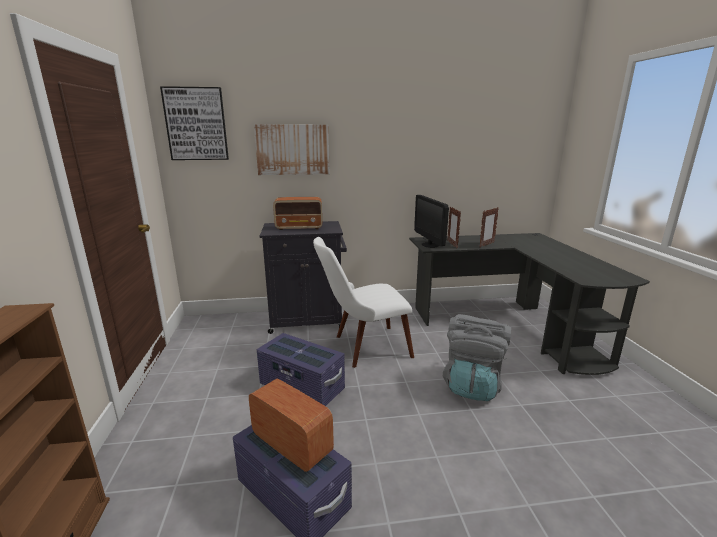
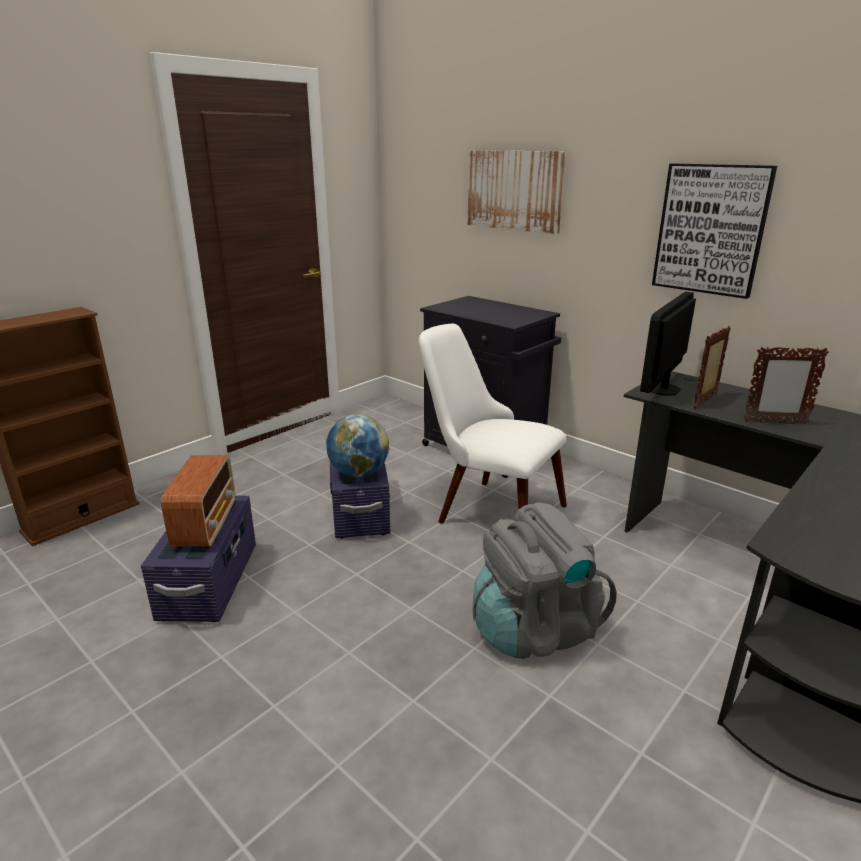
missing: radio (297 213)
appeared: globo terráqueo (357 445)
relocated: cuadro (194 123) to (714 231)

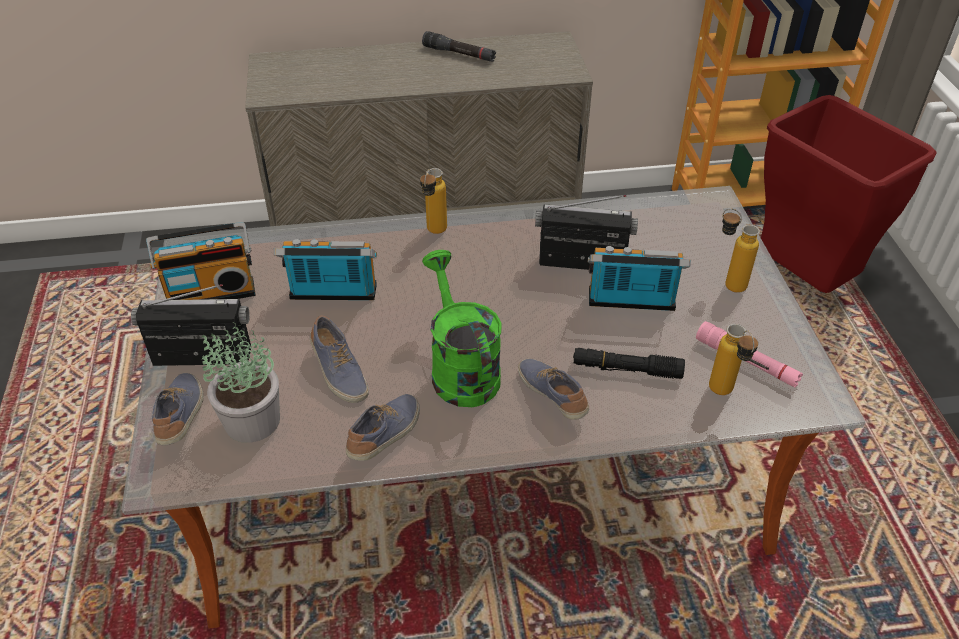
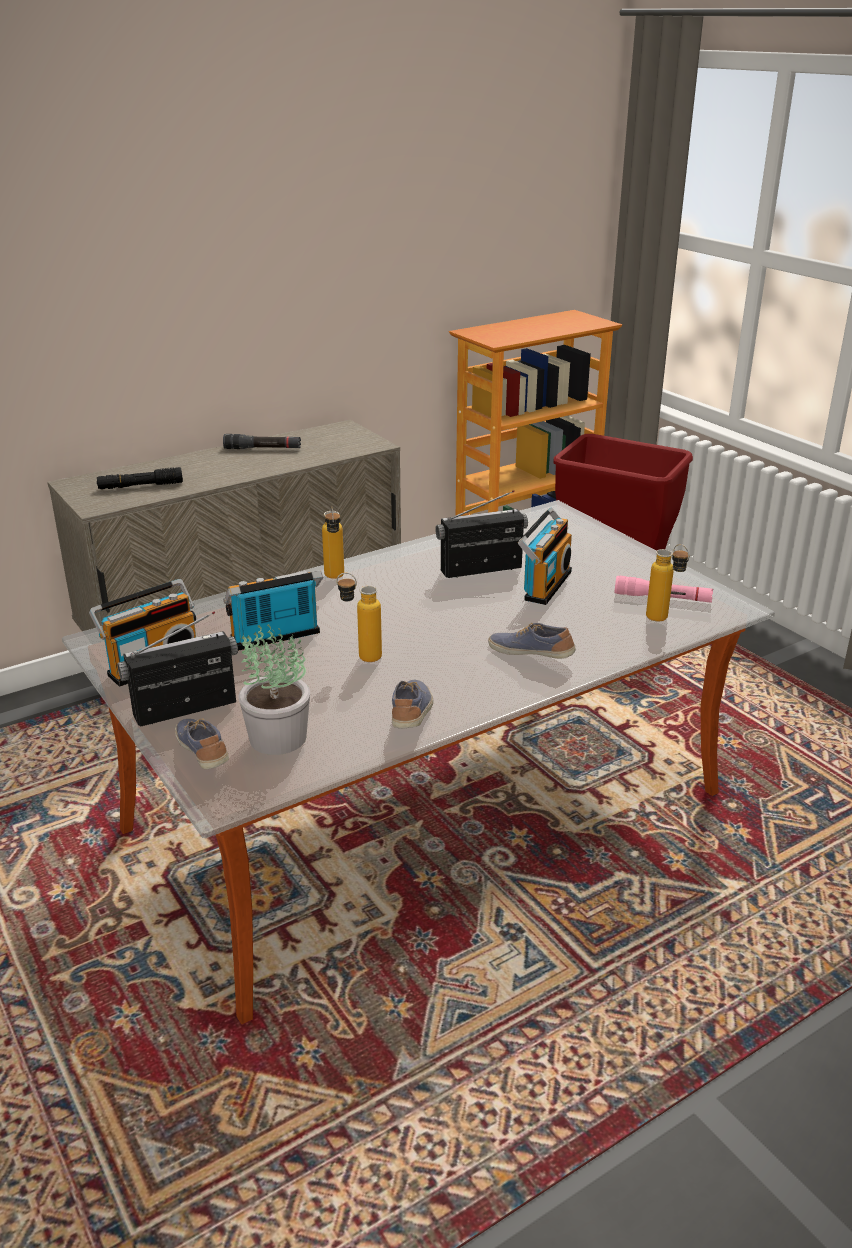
missing: zapato (339 359); regadera/verde (462 328)
relocated: linterna/negro (629 363) to (140 478); botella (741 251) to (359 617)
spun: radio (639 278) = (545 556) 135 degrees clockwise

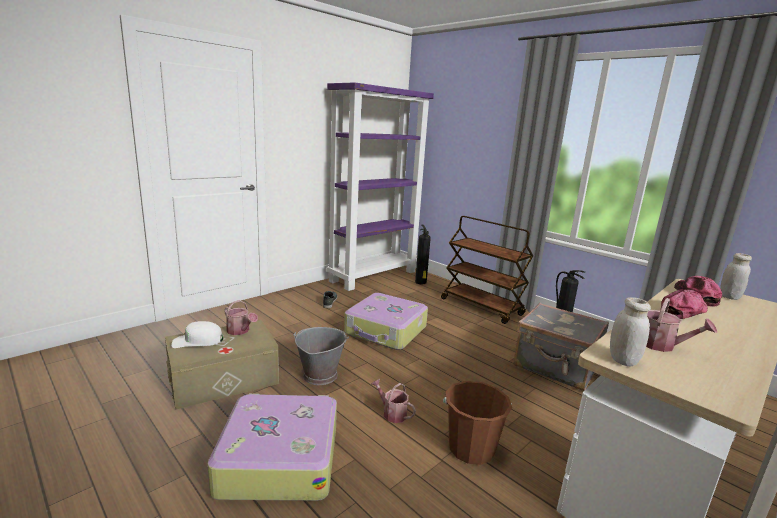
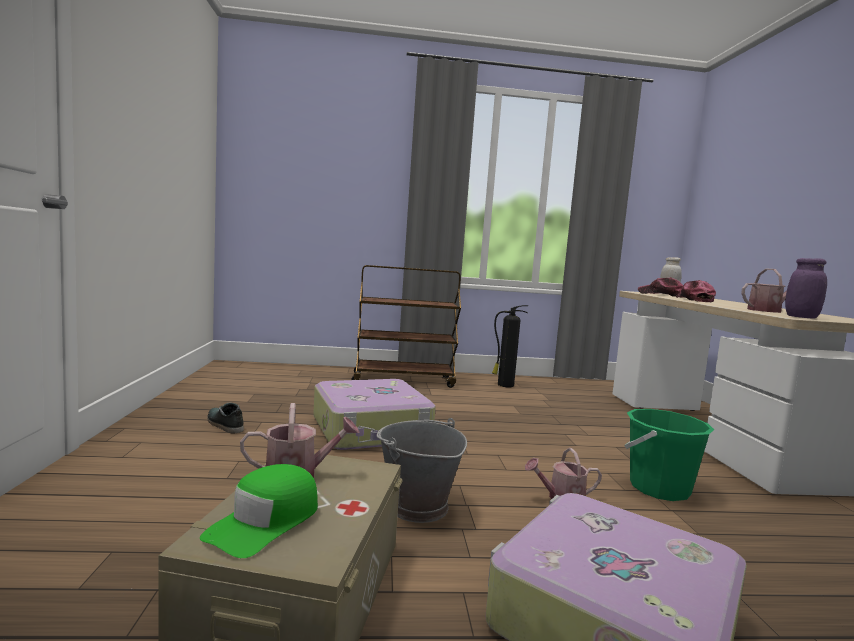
missing: estantería/morado (380 186); extintor (423 255); maleta/gris (561 347)
colour: gorra/blanco (197 334) to gorra/verde (259 511); cubo/marrón (477 423) to cubo/verde (669 455); tarro/blanco (630 332) to tarro/morado (806 288)

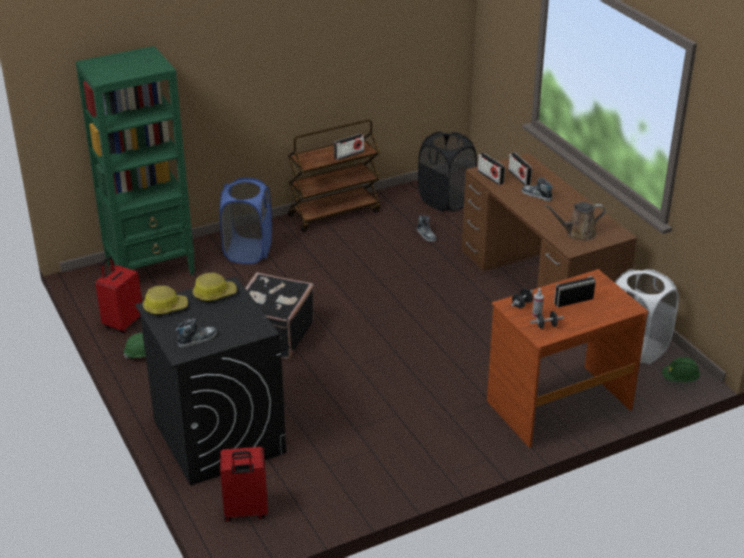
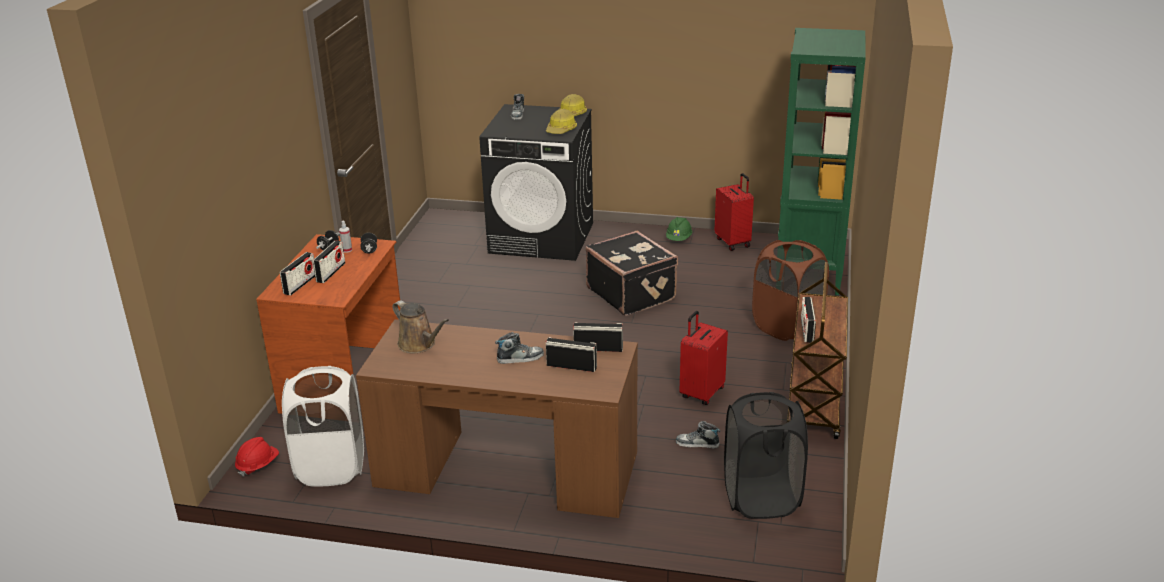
appeared: radio (297 273)
relocated: maleta/rojo (244 484) to (704 358)
colour: cesto de la ropa/azul (245 221) to cesto de la ropa/marrón (790 290); casco/verde (681 369) to casco/rojo (257 457)
spun: regadera/marrón (575 221) = (421 326) 105 degrees clockwise

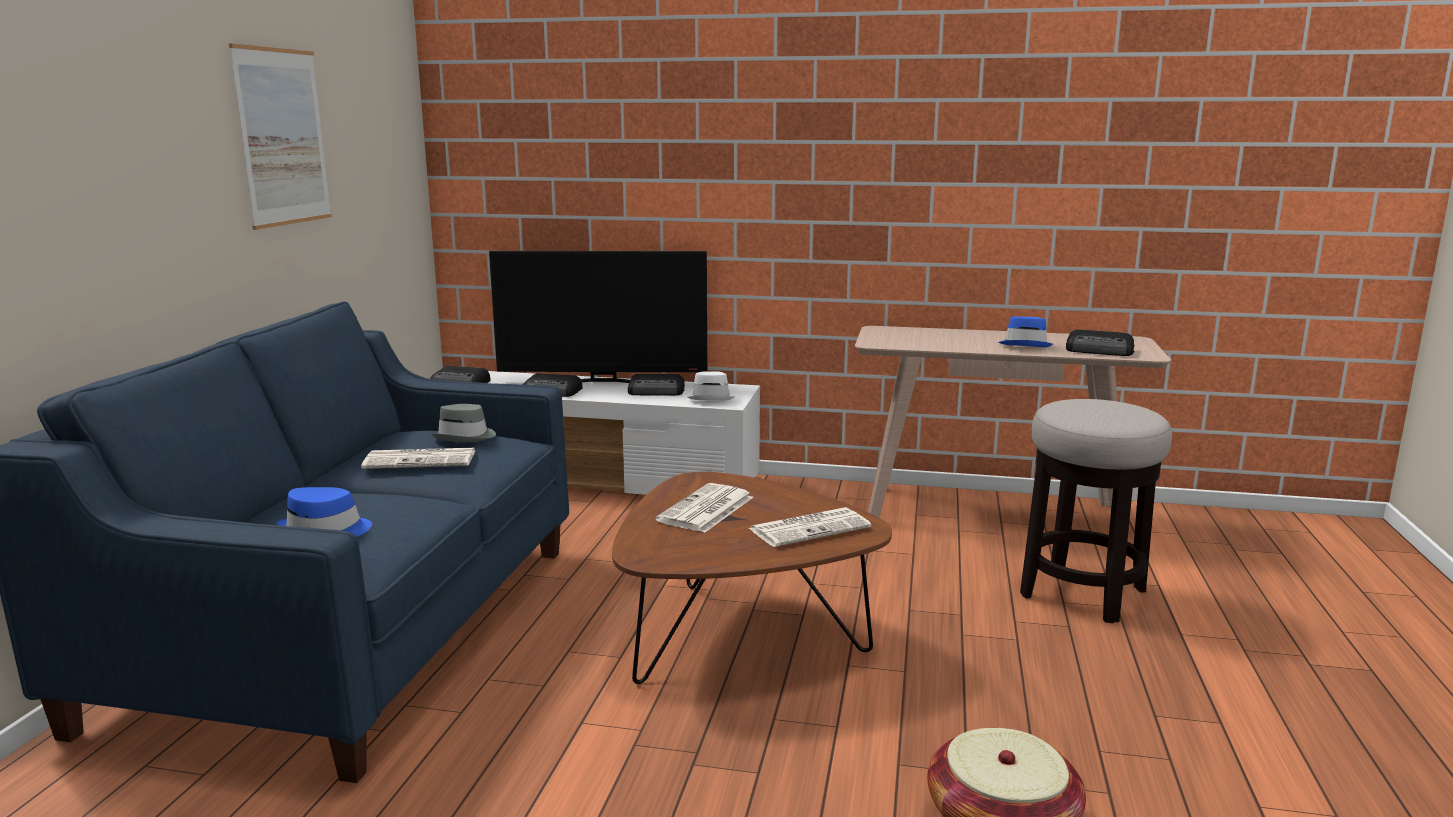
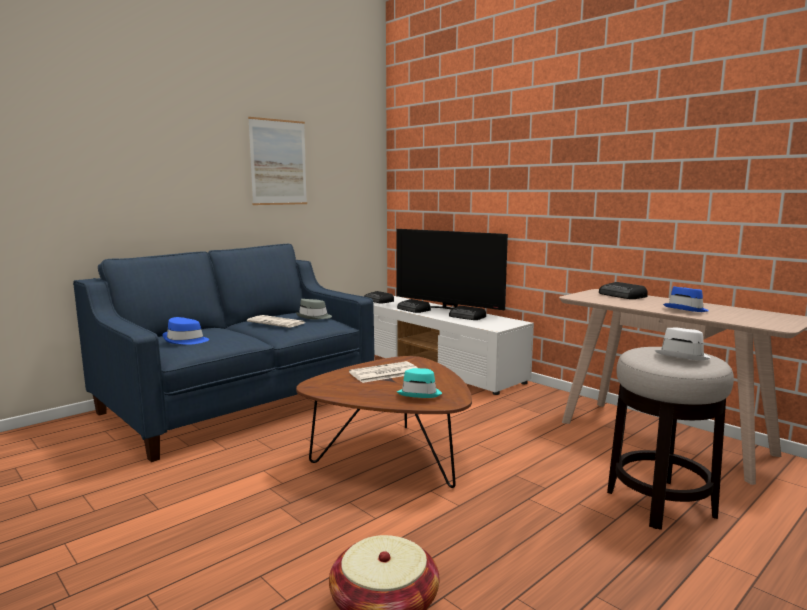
relocated: sombrero/blanco (711 386) to (682 344); radio (1100 343) to (623 290)
exchanged: periódico (810 527) to sombrero/turquesa (419 383)

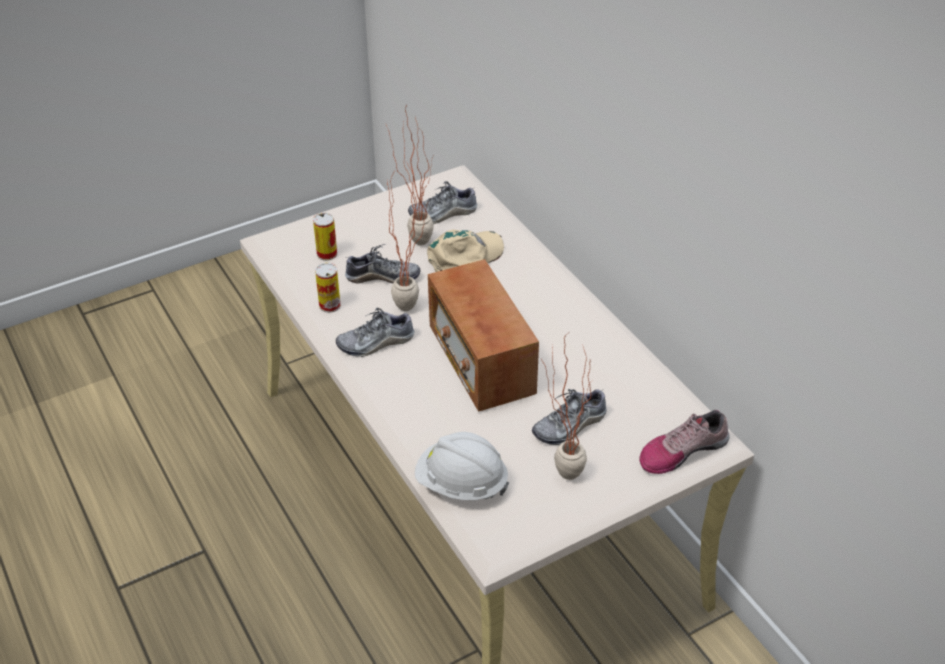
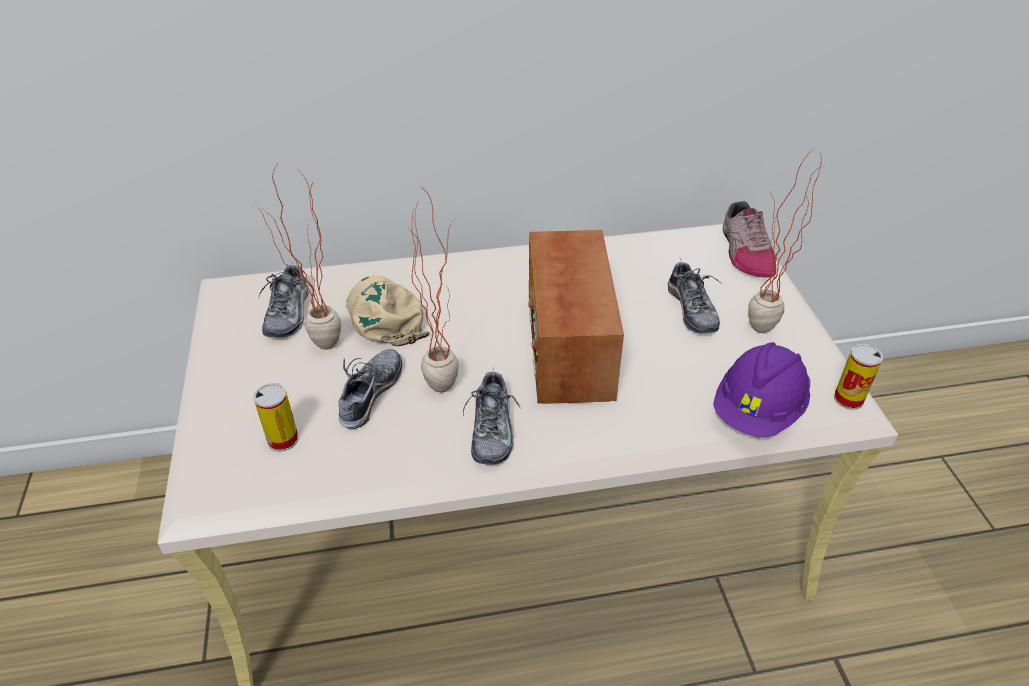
relocated: lata (328 288) to (858 377)
colour: casco/blanco (462 466) to casco/morado (761 389)
spun: radio (483 335) = (576 317) 90 degrees clockwise

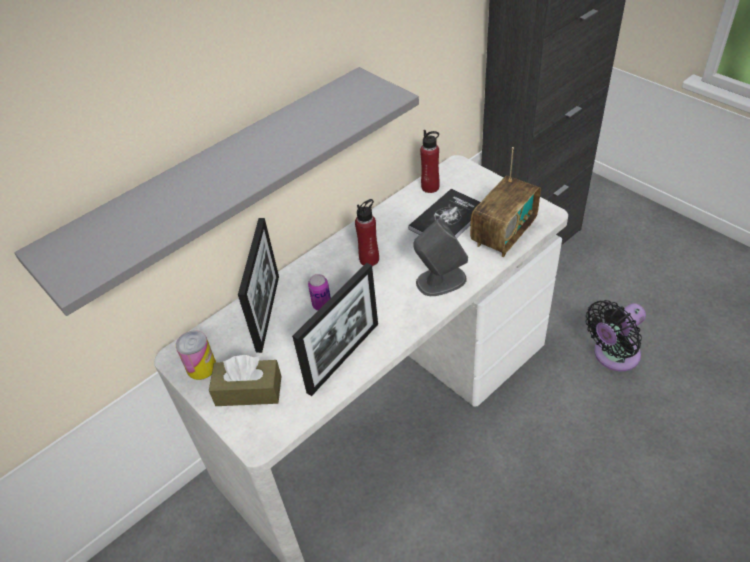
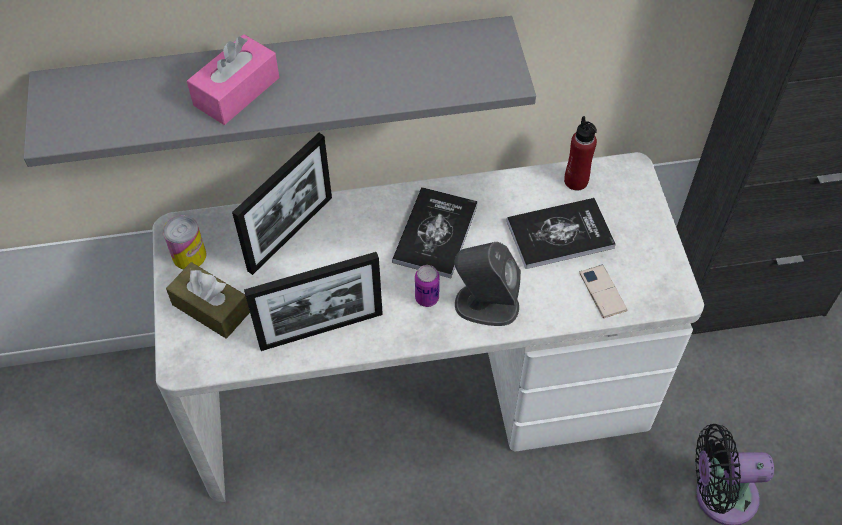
appeared: caja de pañuelos/rosa (233 79)
relocated: lata (319 292) to (427 286)
exchanged: botella/rojo (367 232) to libro (435 232); radio (505 202) to móvil (603 291)

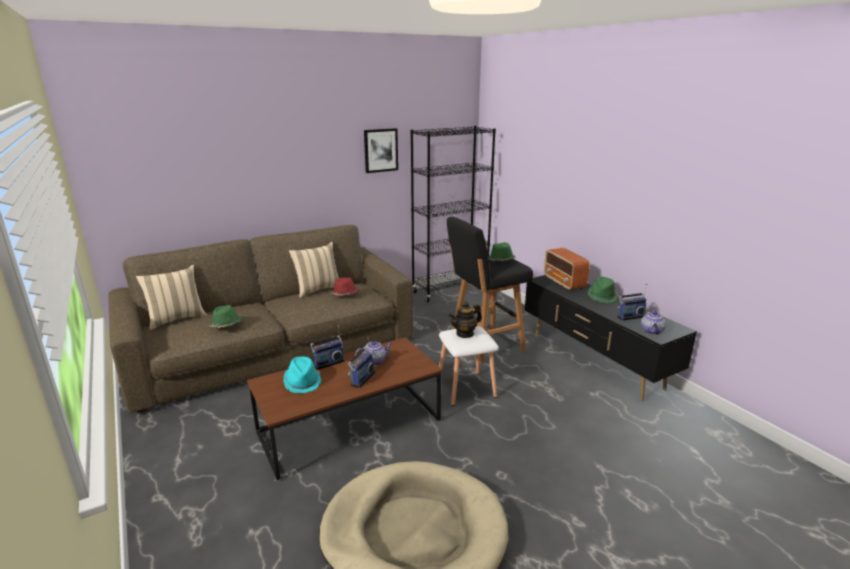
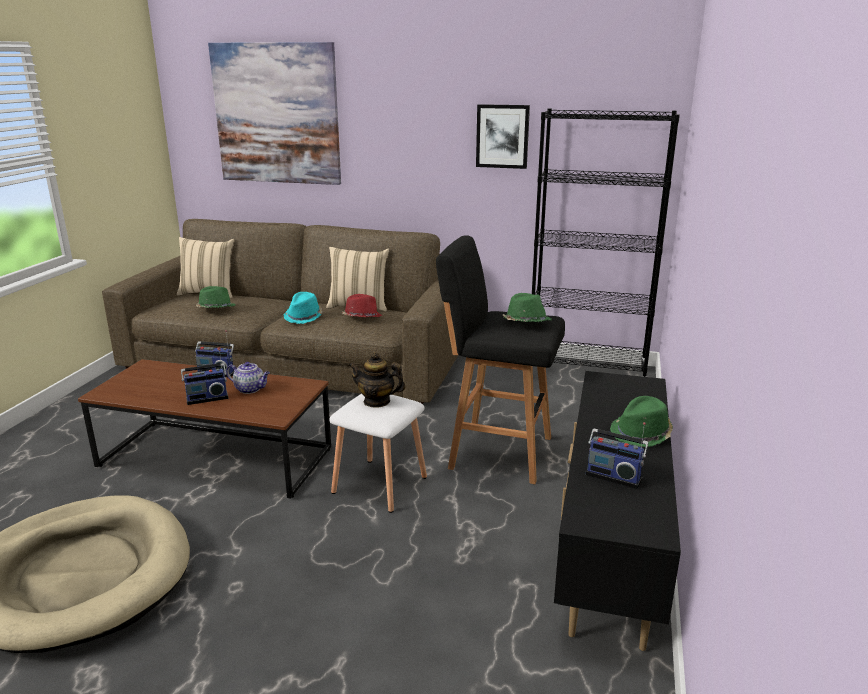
missing: radio (567 269); tetera (653 322)
appeared: cuadro (274 113)
relocated: sombrero/turquesa (302 374) to (303 308)

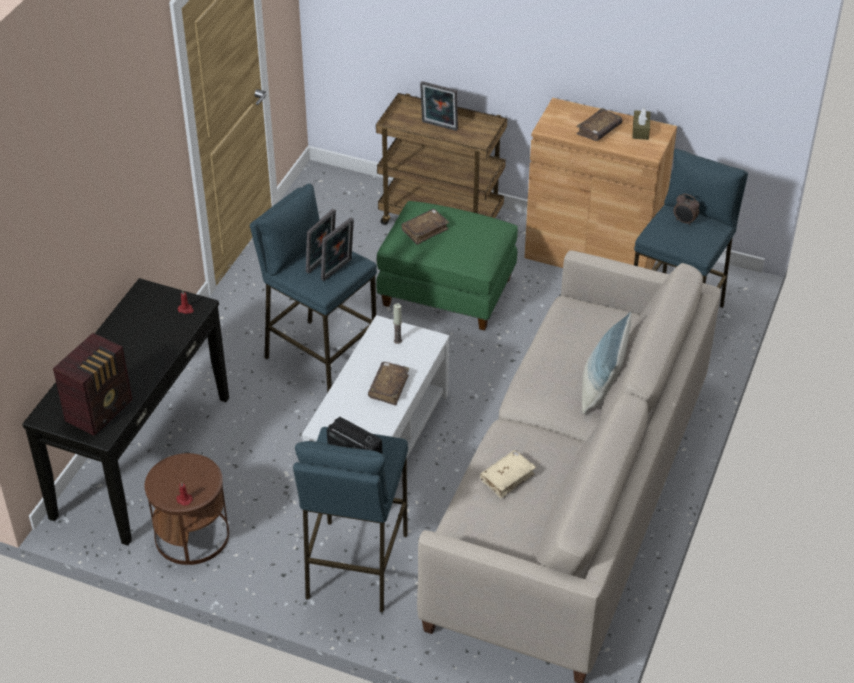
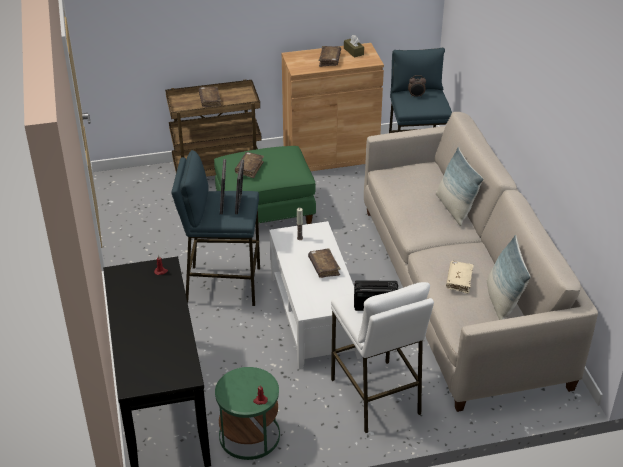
missing: radio (92 384)
appeared: cojín (509 277)
exchanged: portarretratos (439 106) to libro/marrón (210 97)
colour: mesa auxiliar/marrón (187 509) to mesa auxiliar/verde (247 413); taburete/azul (350 519) to taburete/blanco (382 357)

